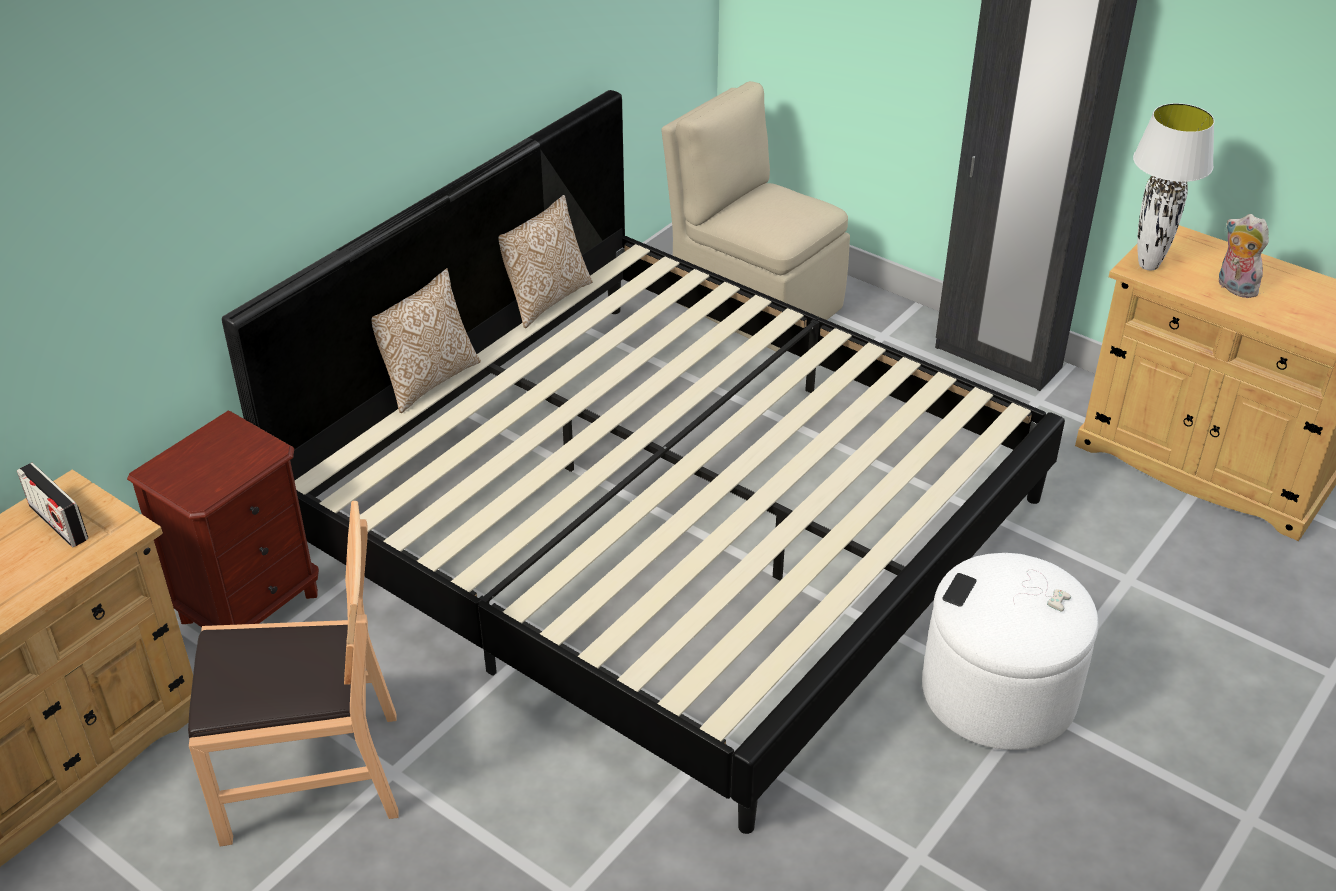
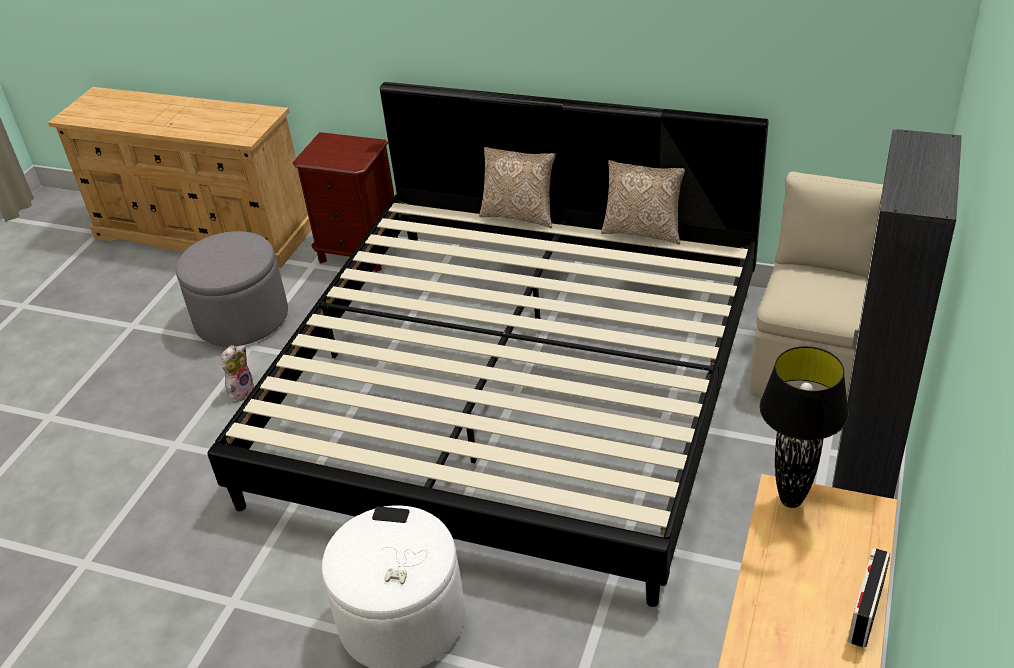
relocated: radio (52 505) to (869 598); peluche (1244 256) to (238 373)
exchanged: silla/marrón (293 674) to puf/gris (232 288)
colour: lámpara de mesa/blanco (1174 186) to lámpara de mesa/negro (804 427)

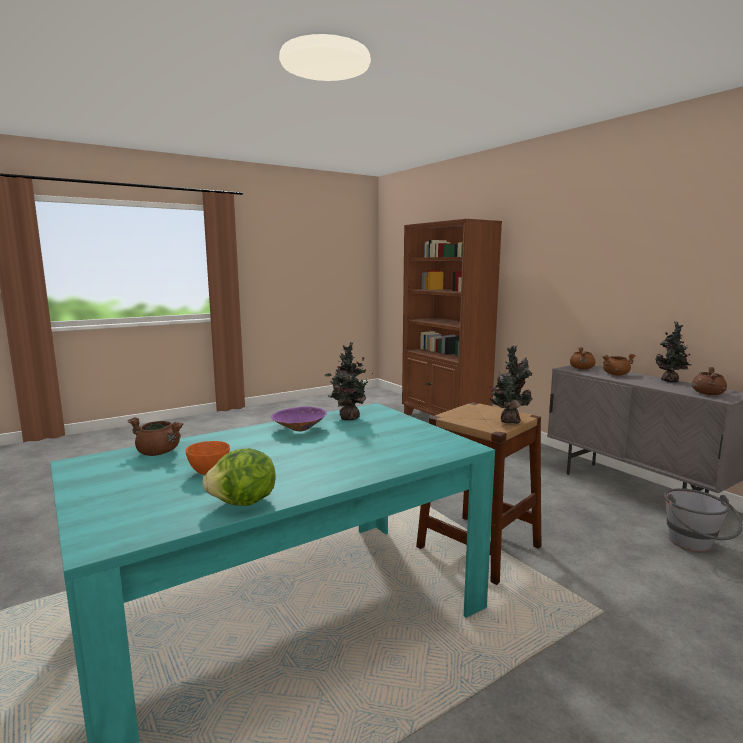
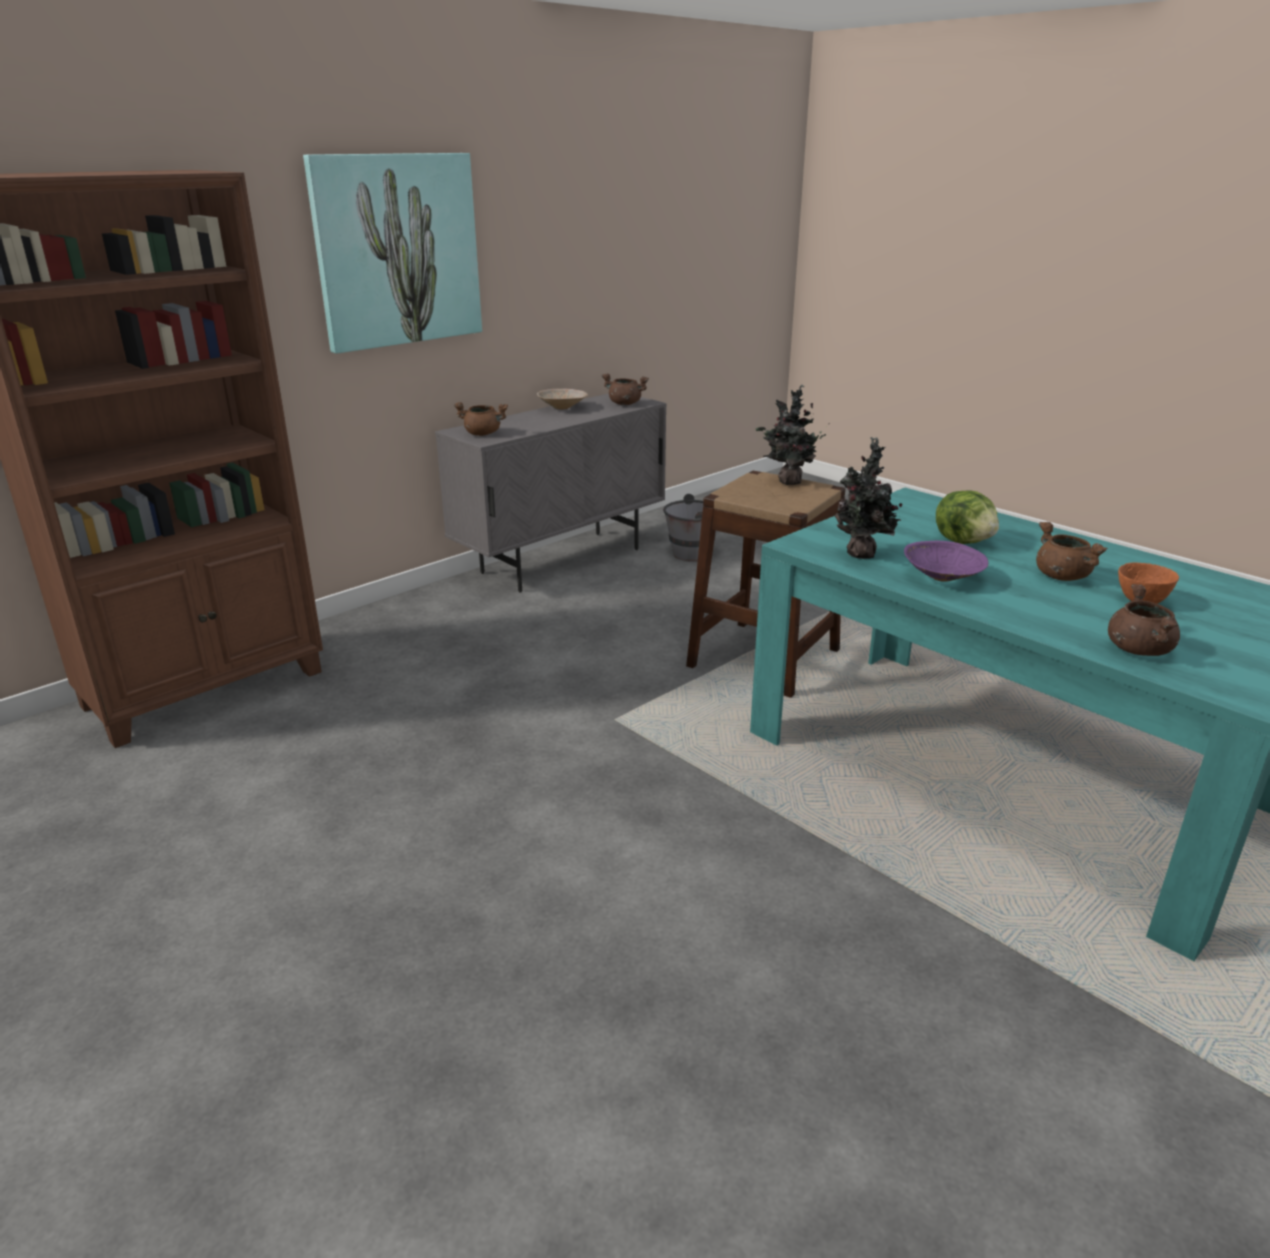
appeared: cuadro (392 253)
relocated: lechuga (239 477) to (967 517); olla/marrón (619 365) to (1072 551)
exchanged: planta en maceta (673 352) to cuenco/beis (562 399)

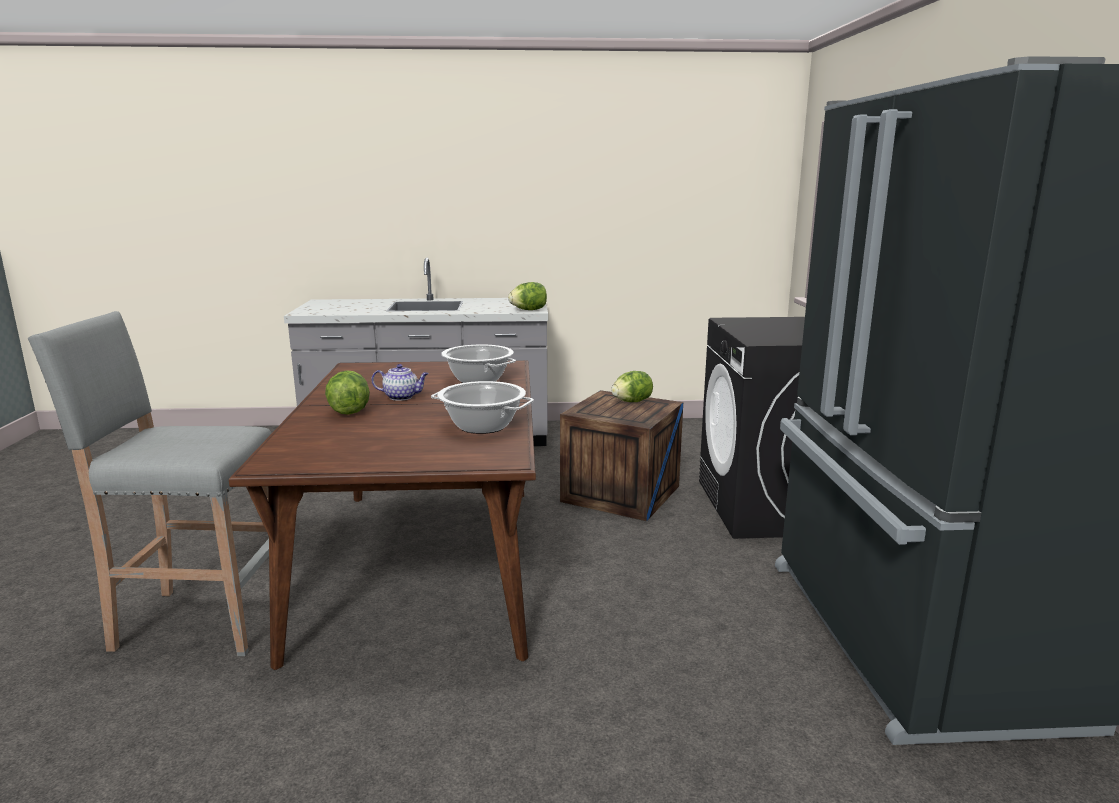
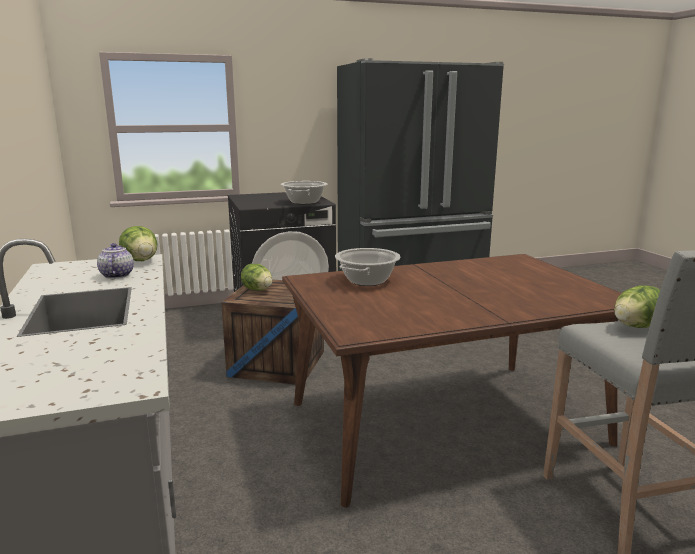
relocated: lechuga (347 392) to (637 306); tetera (400 382) to (115 261); olla (482 407) to (304 192)

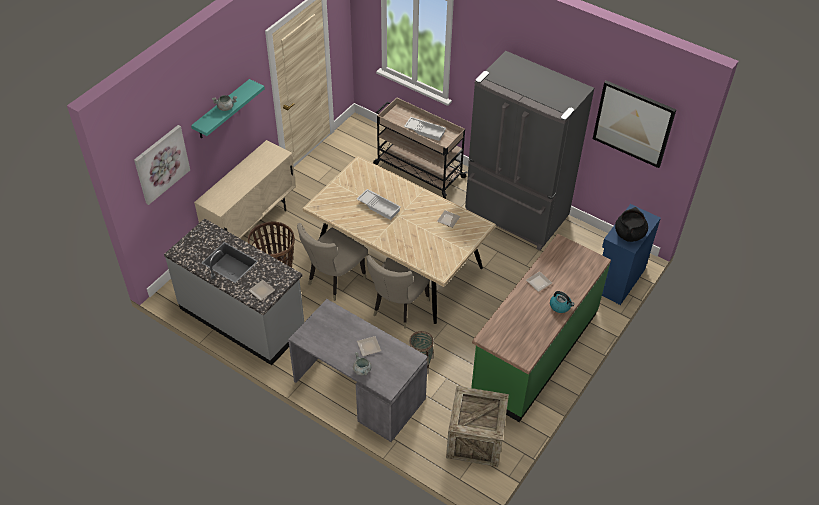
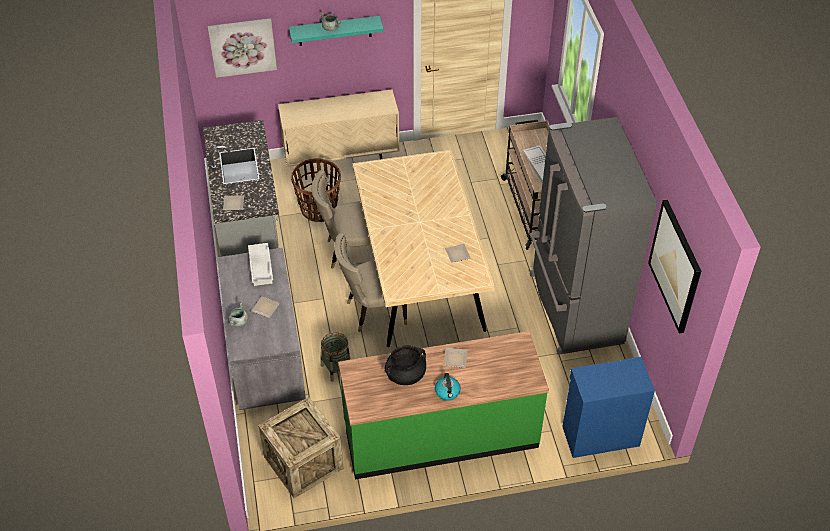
relocated: bandeja/blanco (379 204) to (260 264); olla/negro (631 224) to (405 365)

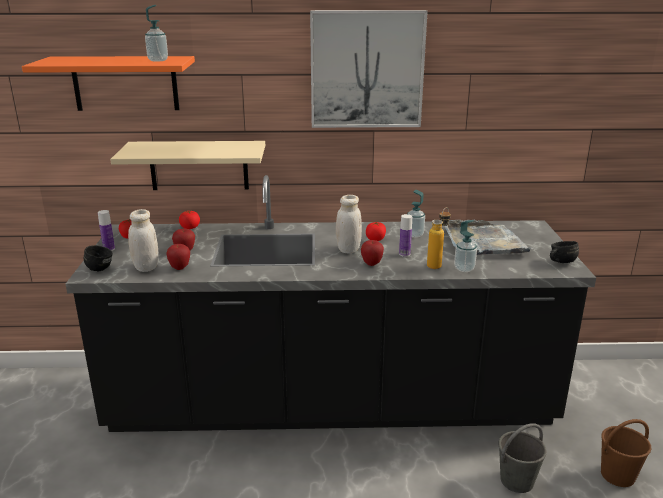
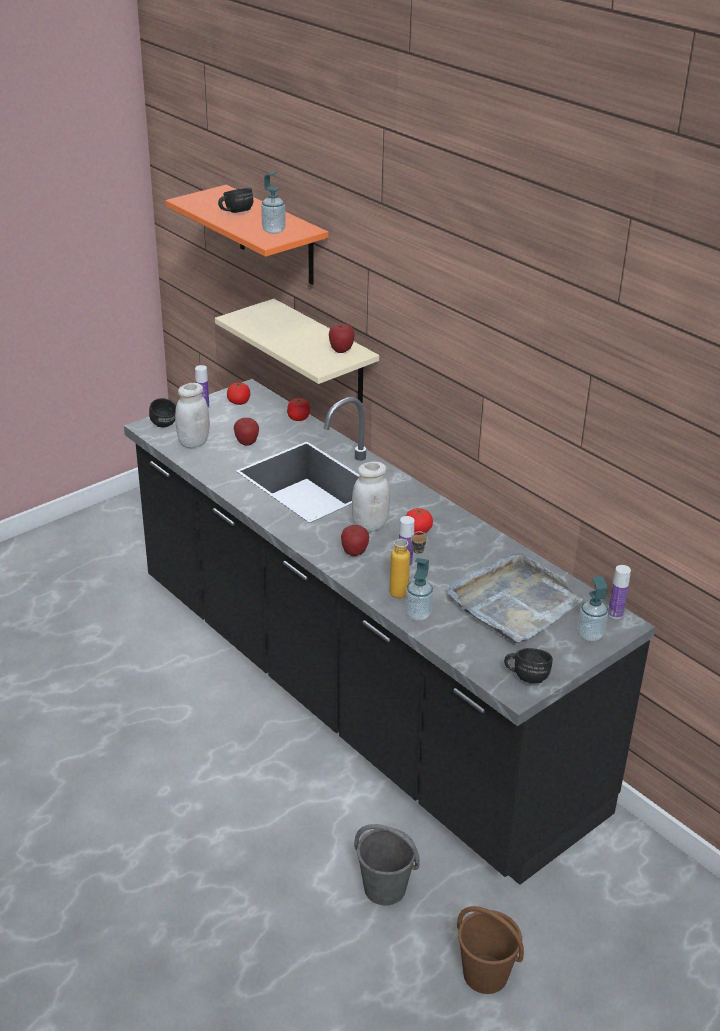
missing: cuadro (369 69)
appeared: taza grande/negro (235 200); botella (619 592)
relocated: manzana (178 257) to (342 338); dispensador de jabón (416 214) to (592 608)

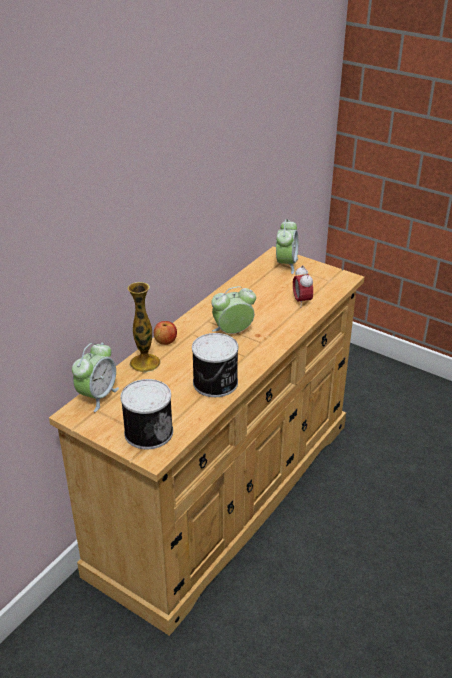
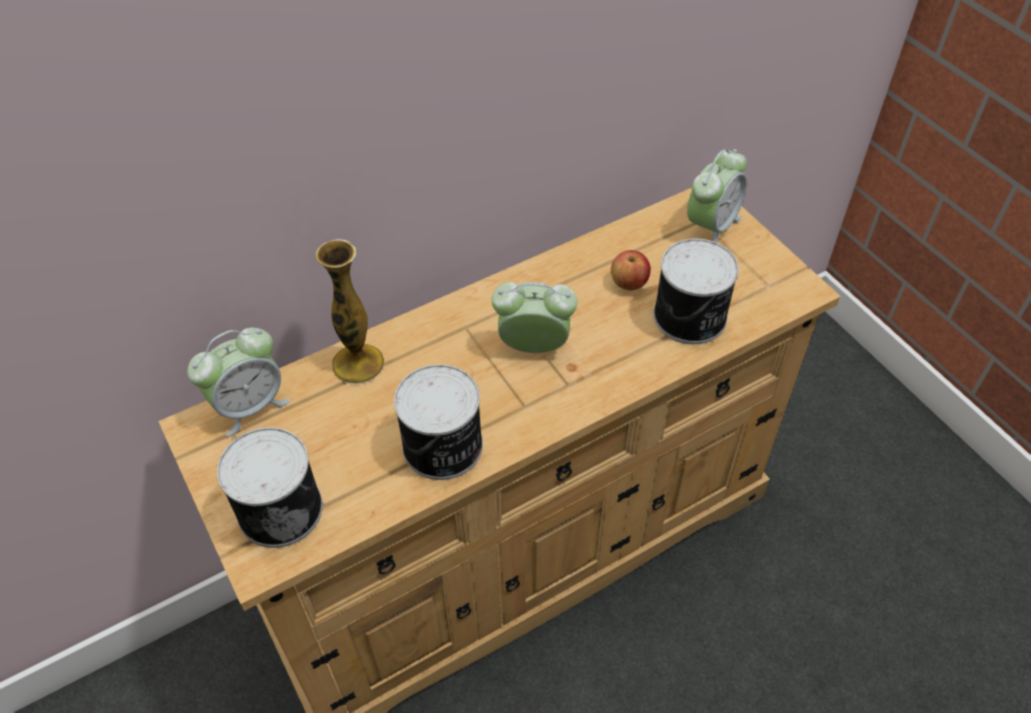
relocated: manzana (165 333) to (631 270)
exchanged: despertador (303 287) to lata (696 291)

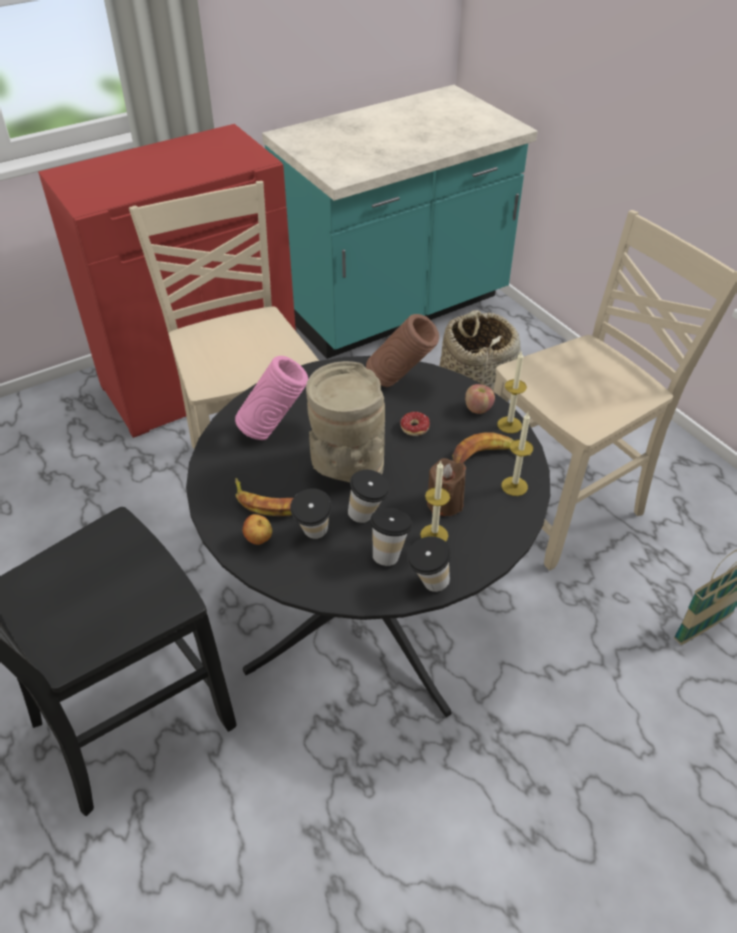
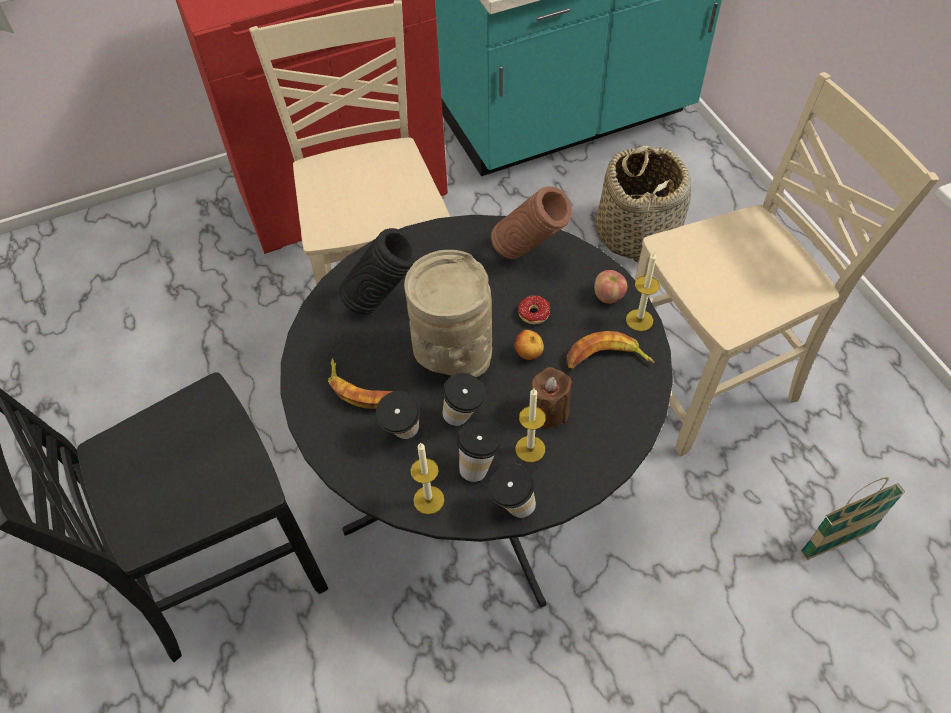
relocated: manzana (257 529) to (529 345); vela (517 454) to (427 478)
colour: florero/rosa (271 398) to florero/negro (378 271)

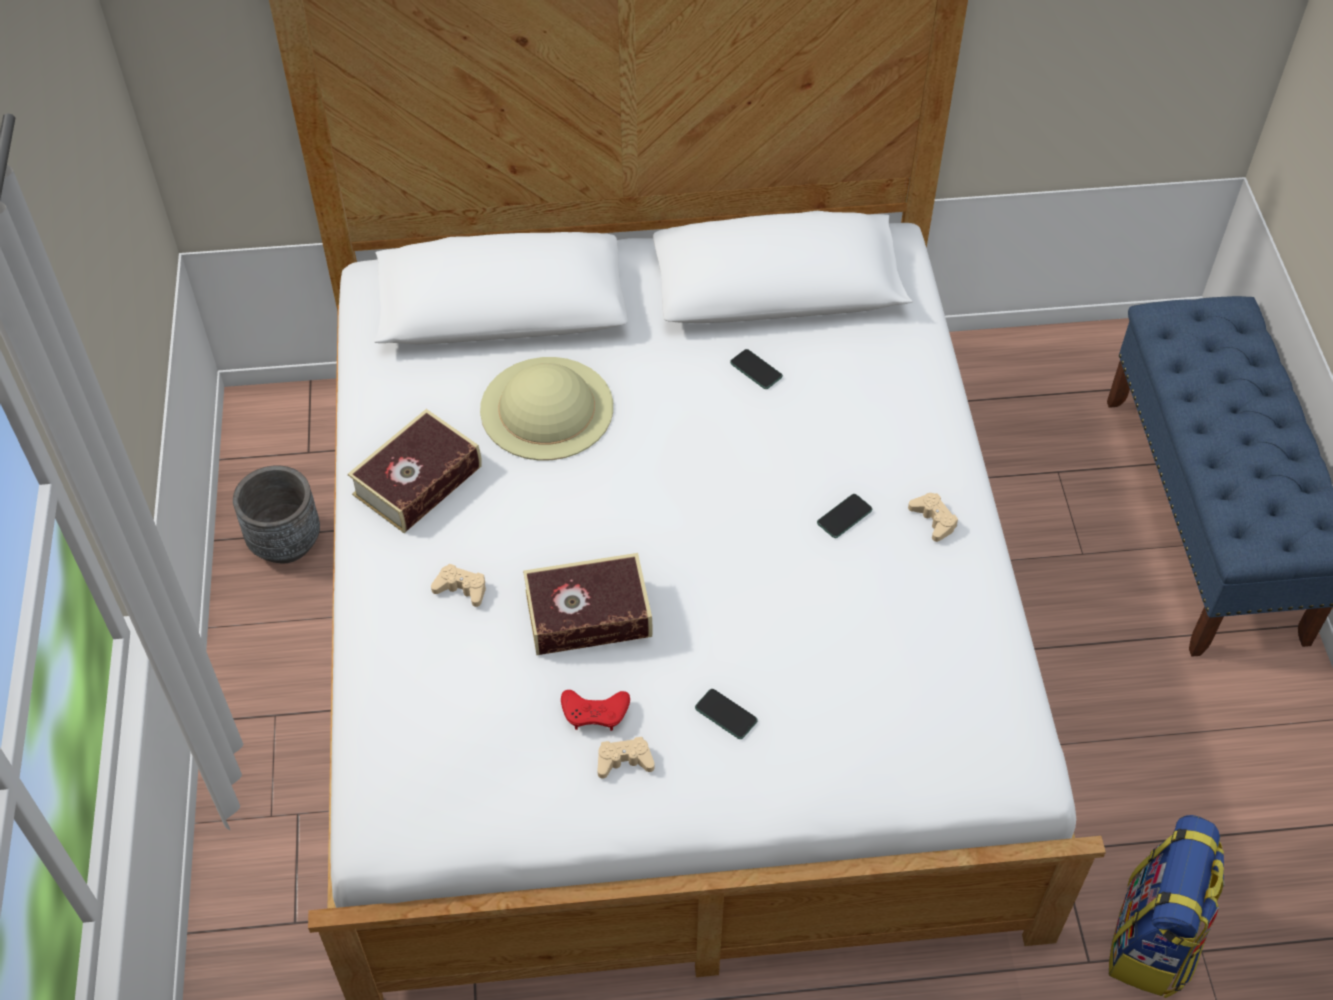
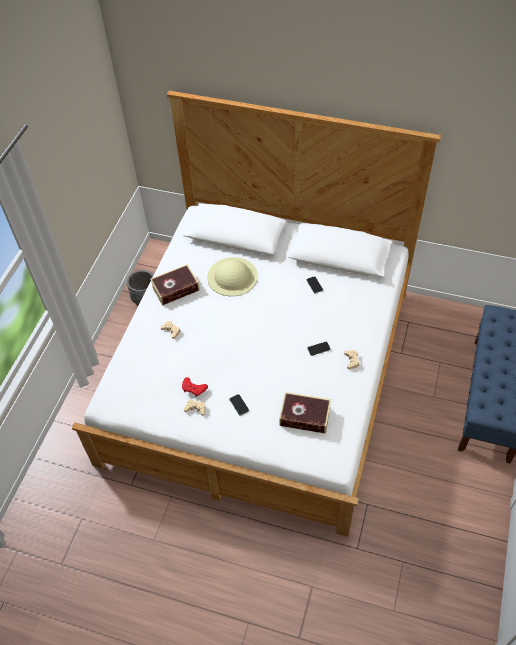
missing: mochila (1166 906)
relocated: libro (588 604) to (305 413)

